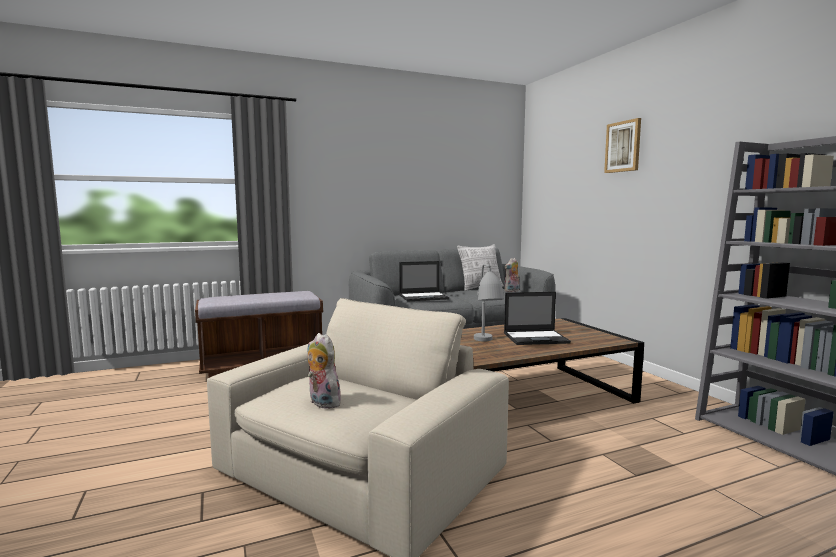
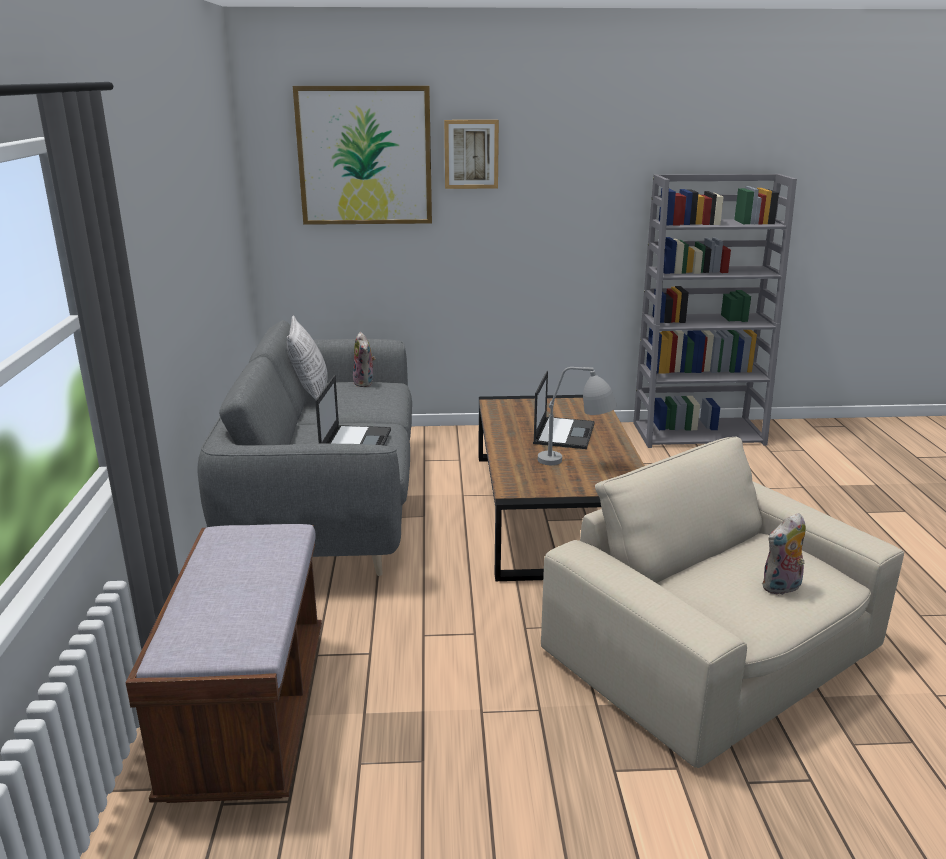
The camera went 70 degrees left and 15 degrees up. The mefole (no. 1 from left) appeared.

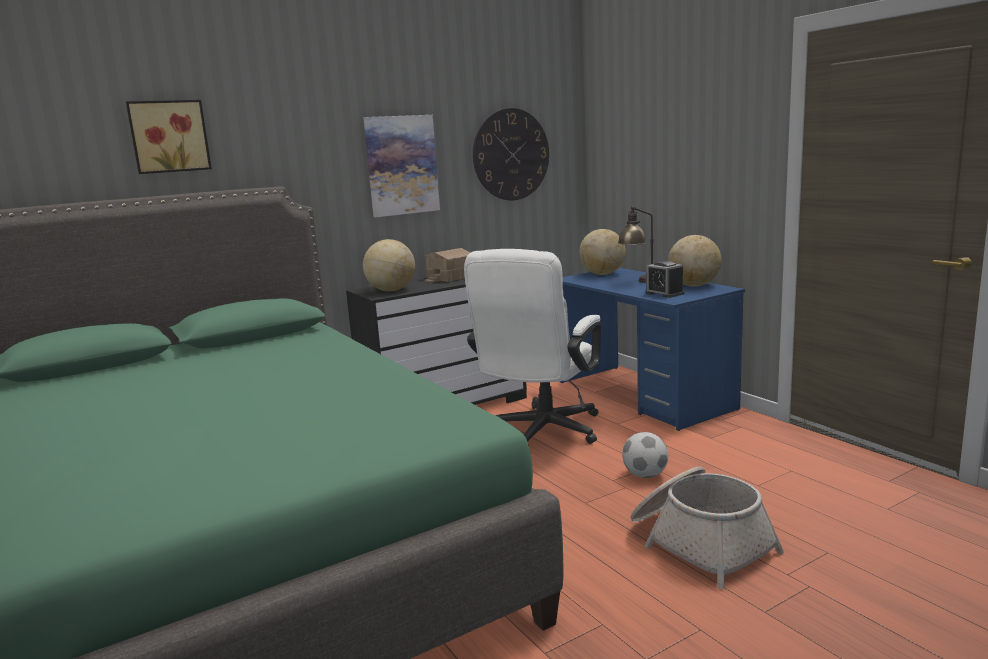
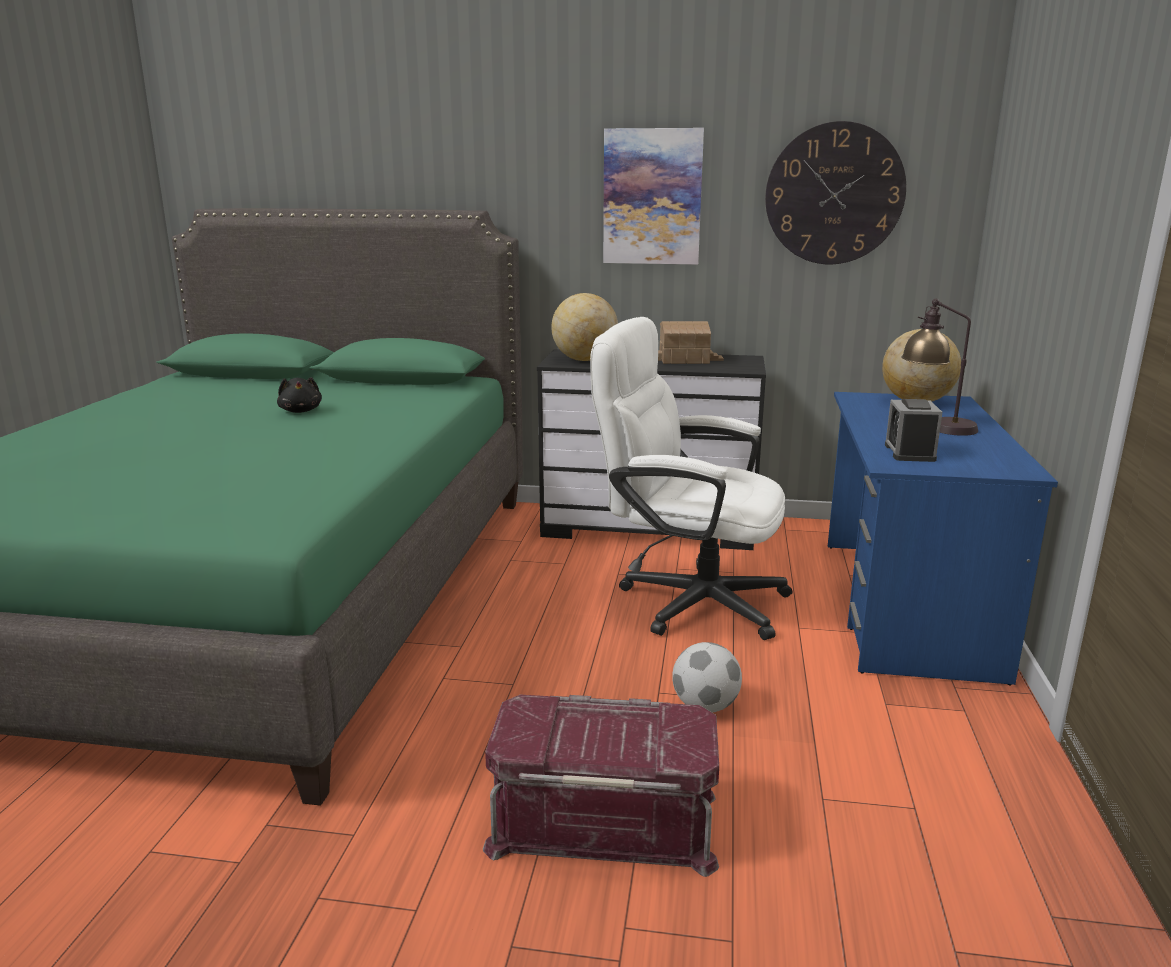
The camera went 40 degrees right and 5 degrees up. The mefole (no. 1 from left) disappeared. The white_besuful turned 45 degrees clockwise. The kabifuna was replaced by the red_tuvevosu. The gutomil (no. 3 from left) disappeared. The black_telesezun appeared.

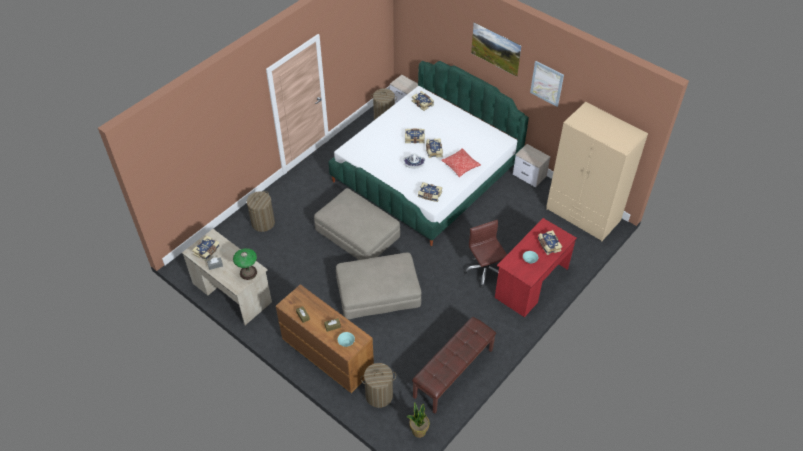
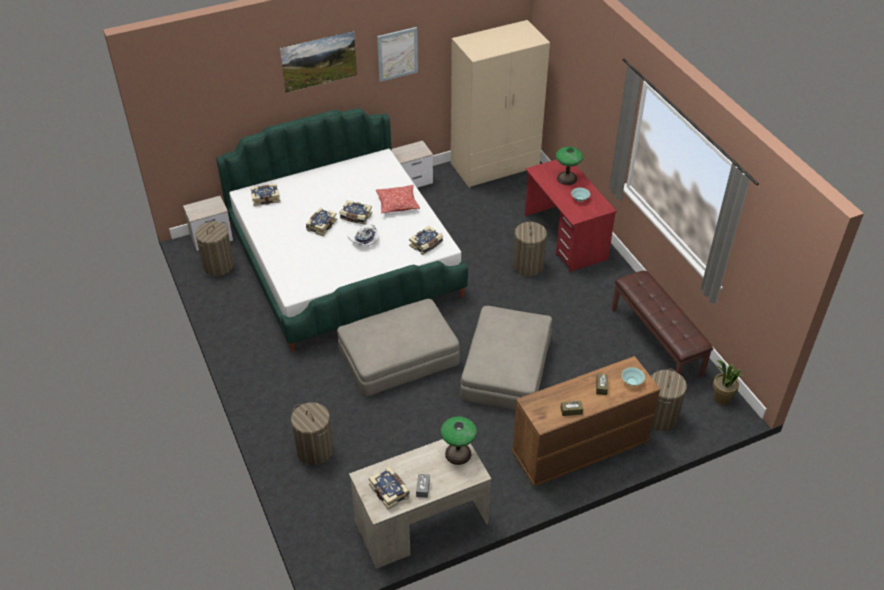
The camera went 65 degrees left and 5 degrees down. The brown_besuful was replaced by the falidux (no. 3 from left). The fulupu (no. 6 from left) was replaced by the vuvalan (no. 2 from left).

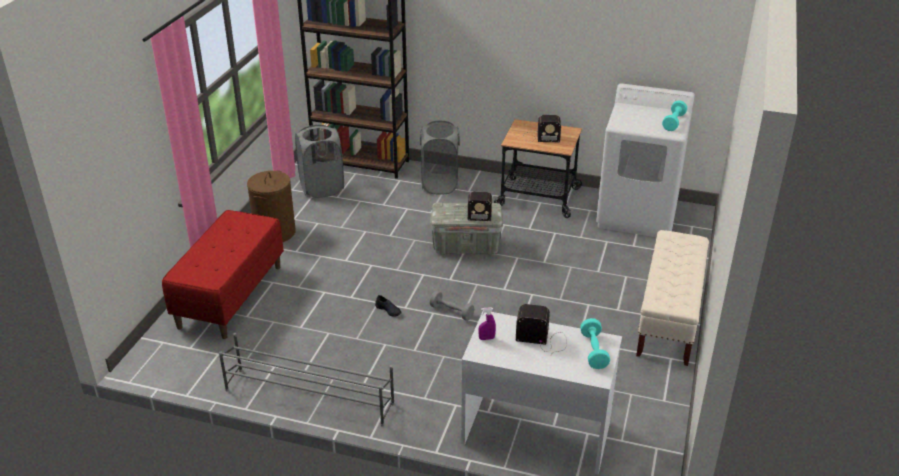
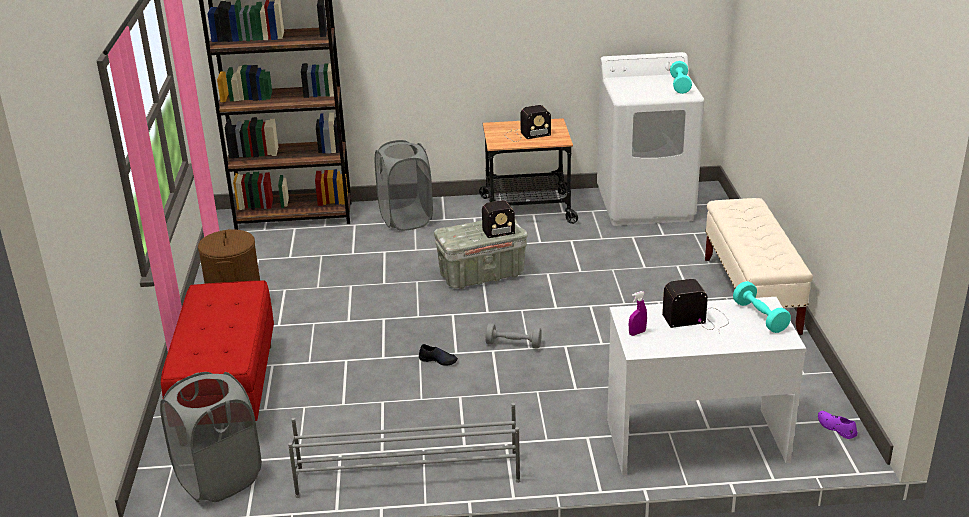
The camera went 20 degrees left and 5 degrees down. The grey_falidux (no. 1 from left) moved. The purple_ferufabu appeared.

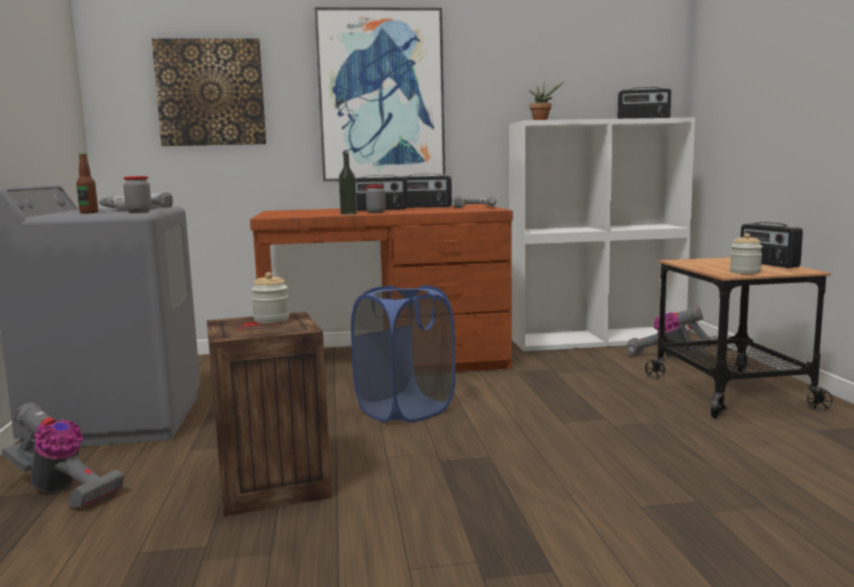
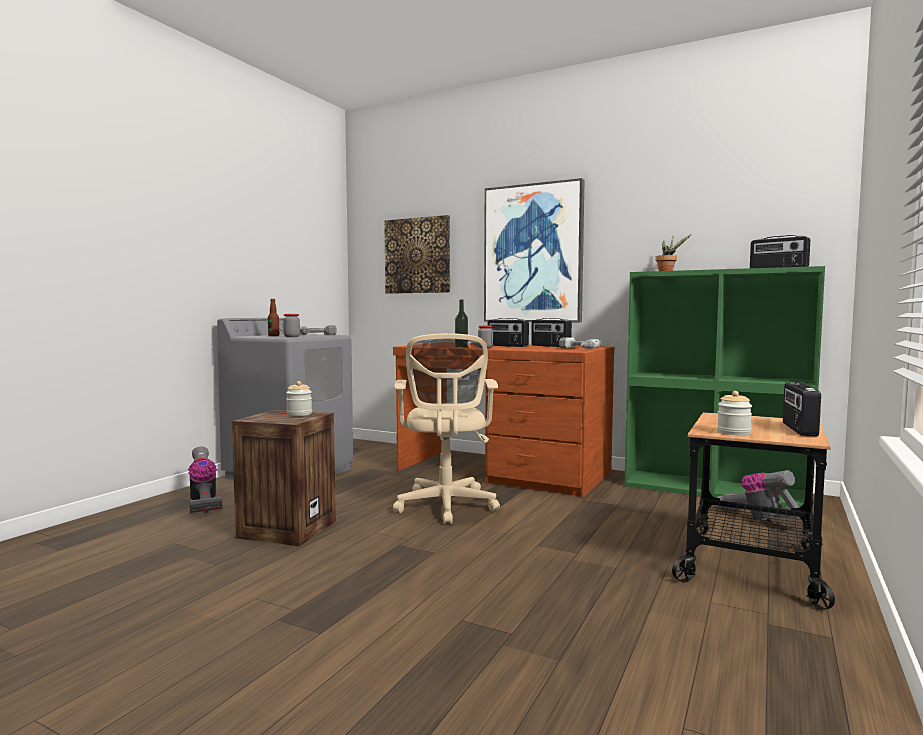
The camera went 35 degrees right and 5 degrees down. The blue_falidux was replaced by the beige_besuful. The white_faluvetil became the green_faluvetil.

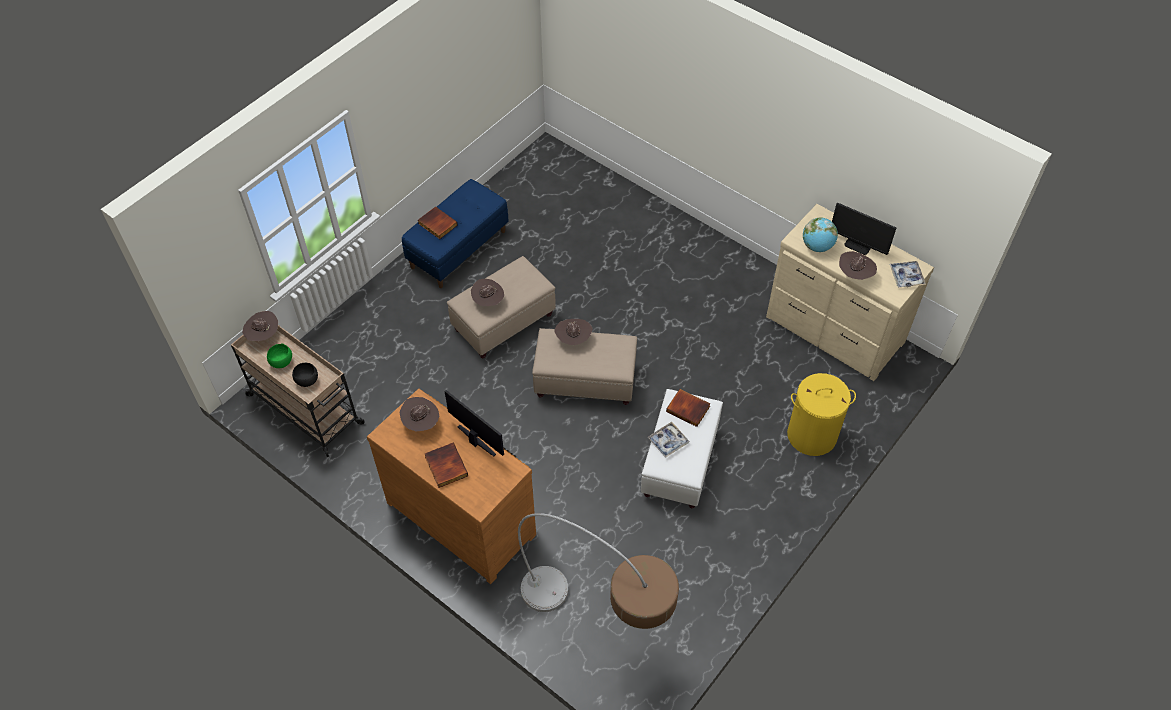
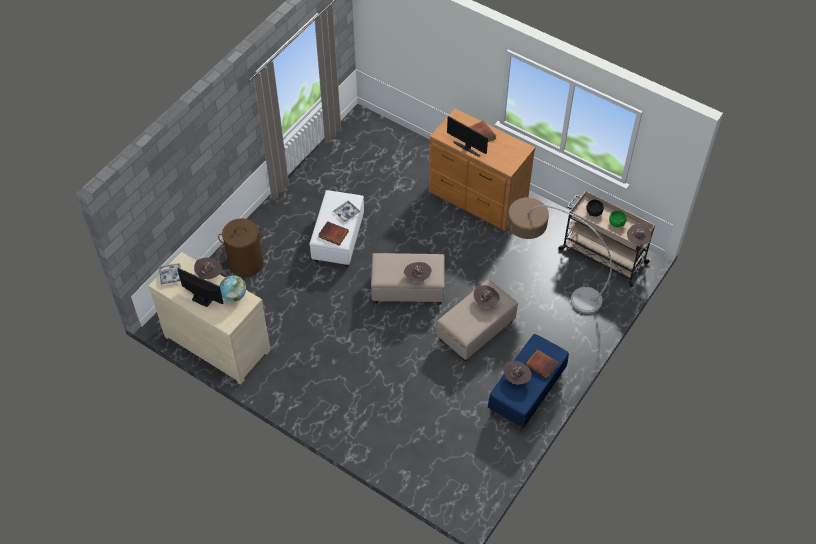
The camera went 175 degrees right and 0 degrees up. The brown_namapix (no. 2 from left in the first image) moved. The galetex moved. The yellow_falidux became the brown_falidux.

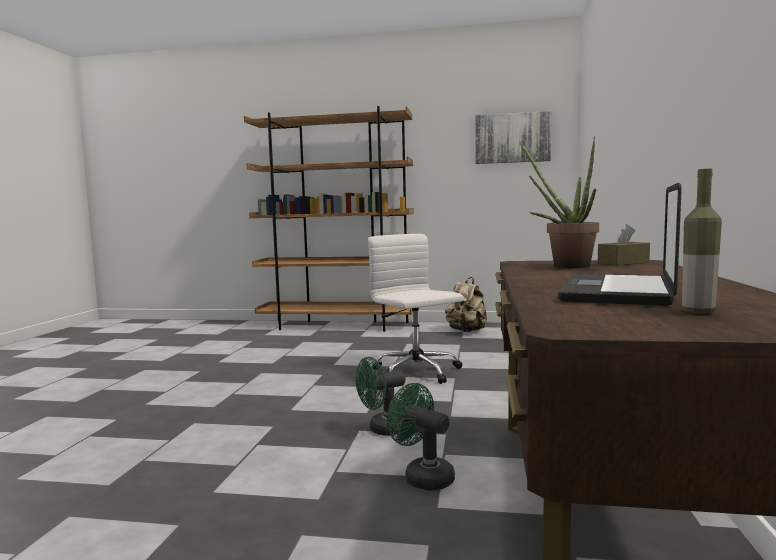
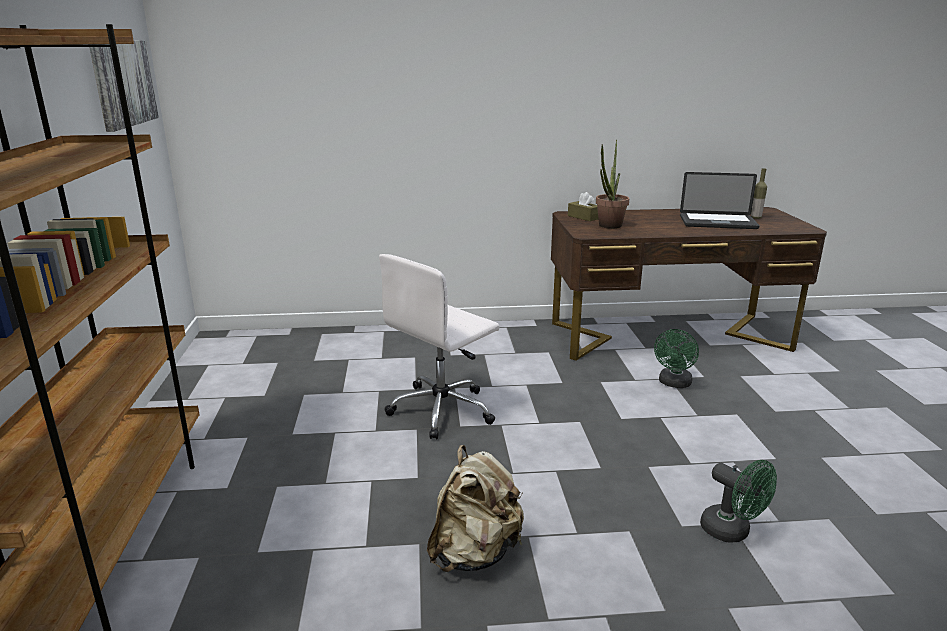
The camera went 105 degrees left and 15 degrees up. The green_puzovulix (no. 1 from left in the first image) moved. The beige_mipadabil moved.

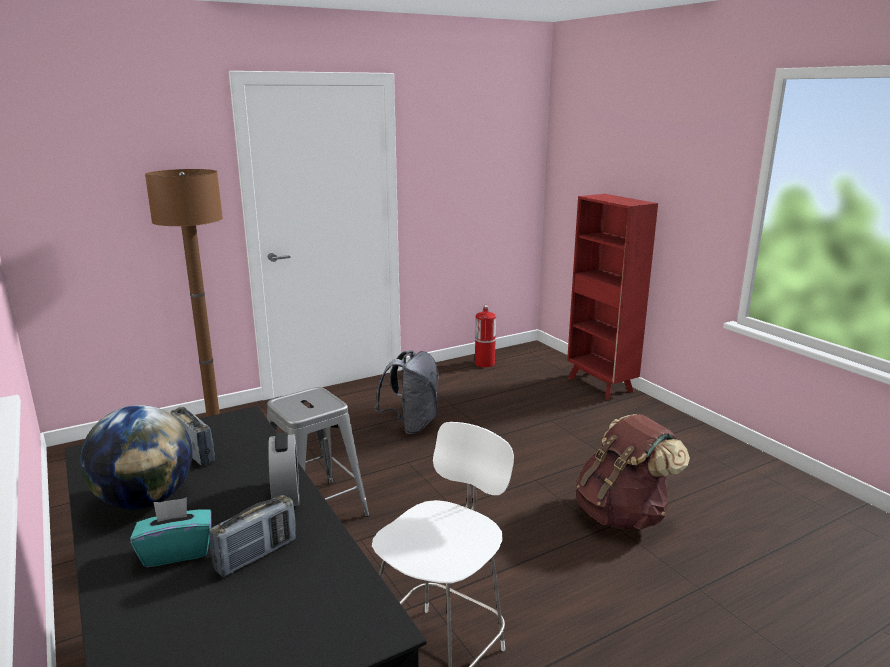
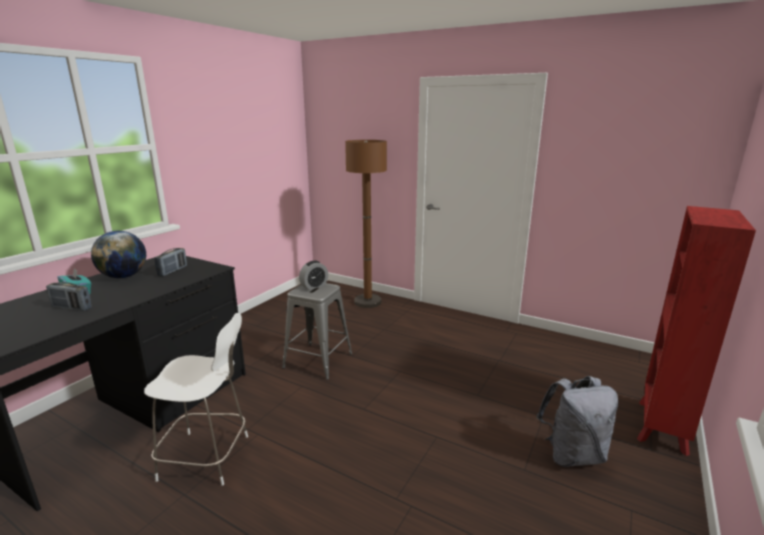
The camera went 60 degrees right and 0 degrees up. The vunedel moved. The grey_mipadabil moved. The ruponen disappeared. The brown_mipadabil disappeared.

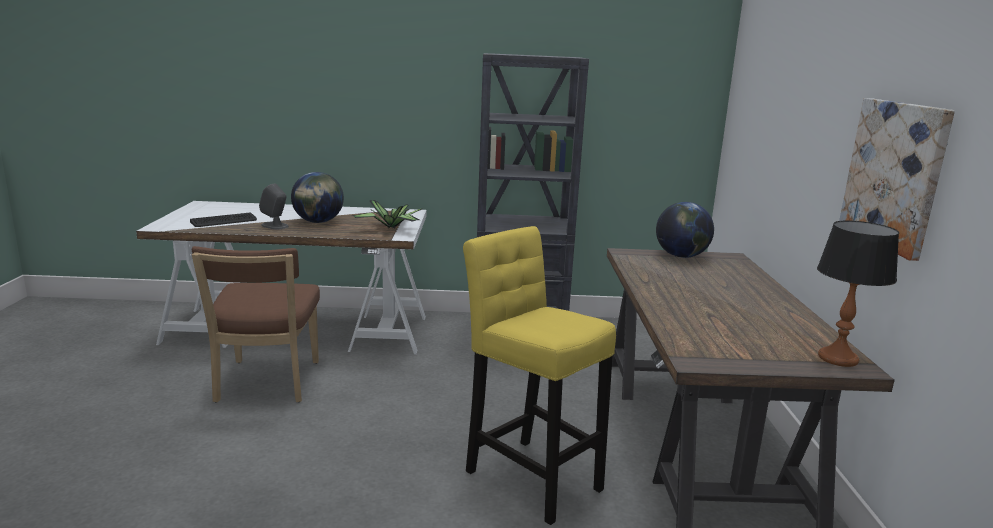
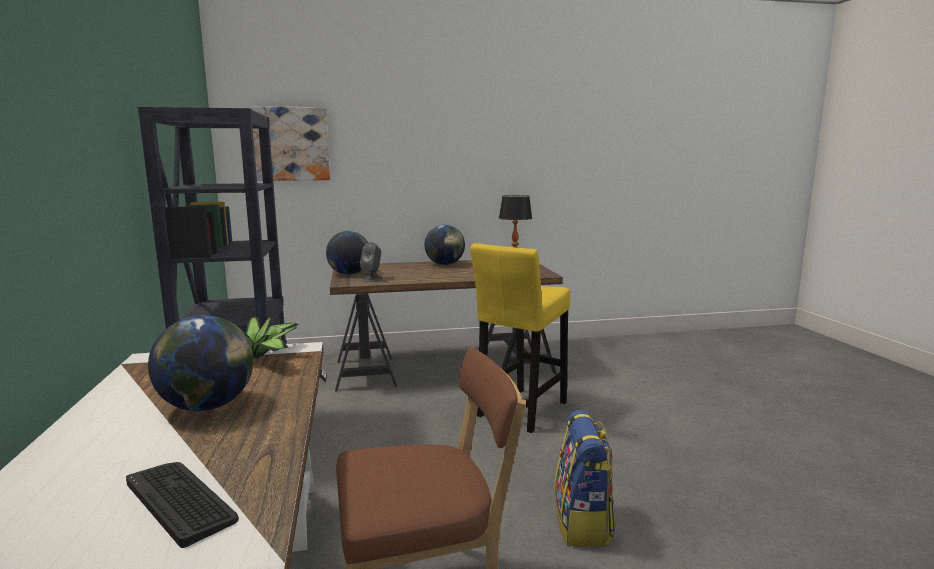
The camera went 100 degrees left and 5 degrees down. The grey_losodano moved. The mefole moved. The gutomil (no. 3 from left) appeared. The mipadabil appeared.

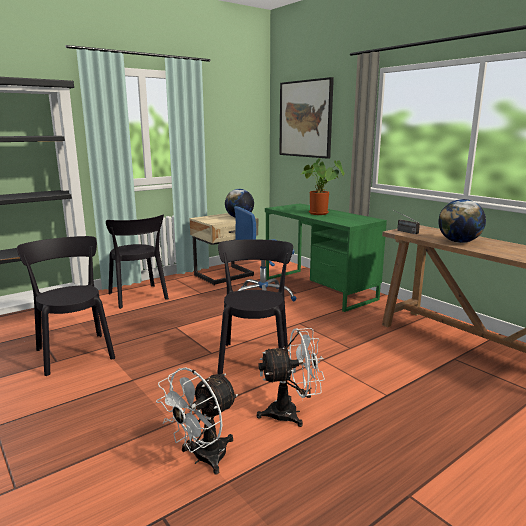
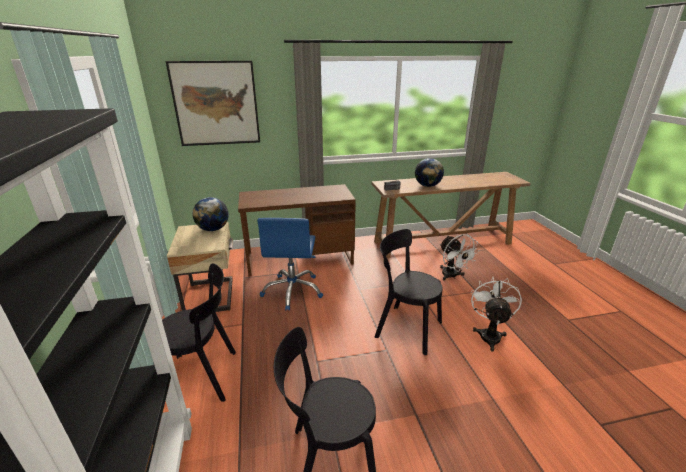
The camera went 65 degrees left and 10 degrees up. The white_puzovulix (no. 1 from left) moved. The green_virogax became the brown_virogax. The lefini disappeared.

